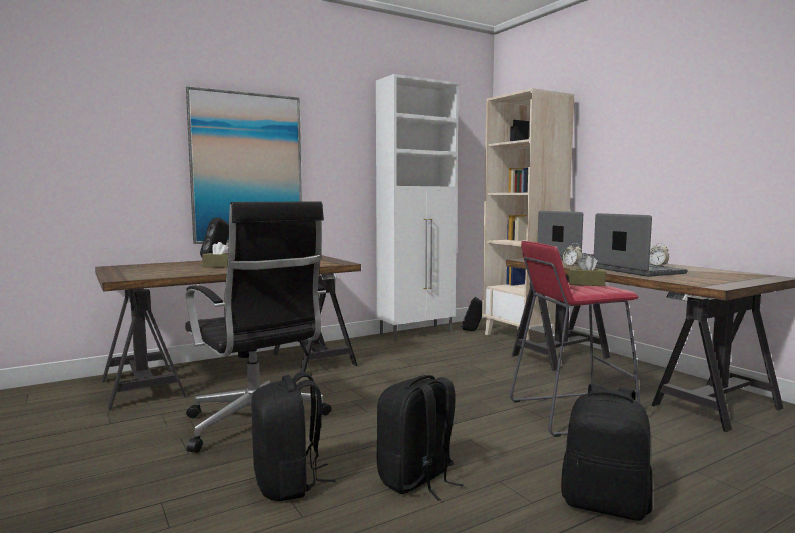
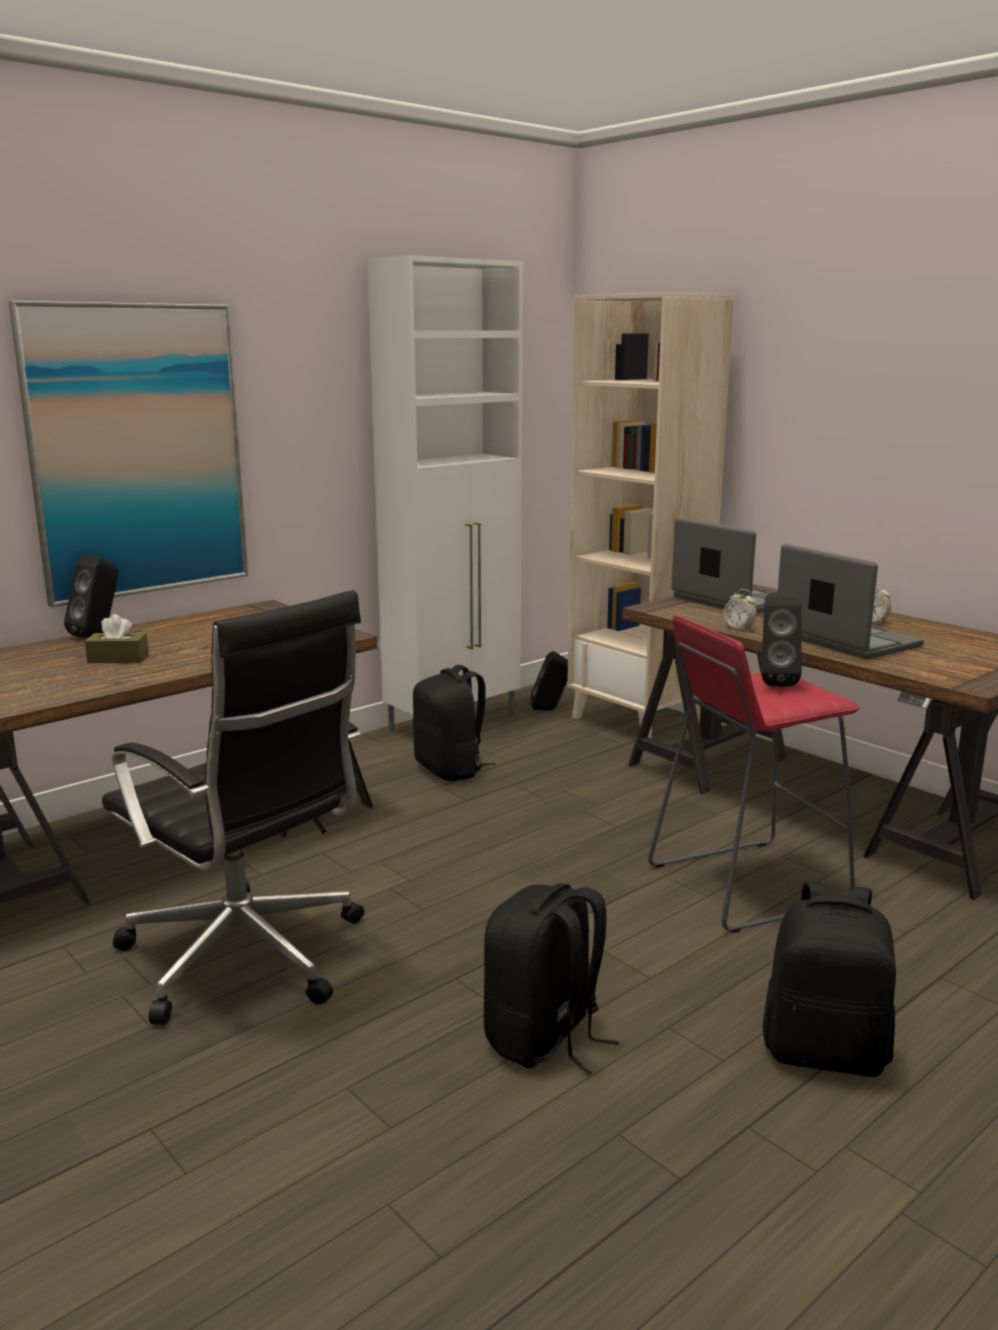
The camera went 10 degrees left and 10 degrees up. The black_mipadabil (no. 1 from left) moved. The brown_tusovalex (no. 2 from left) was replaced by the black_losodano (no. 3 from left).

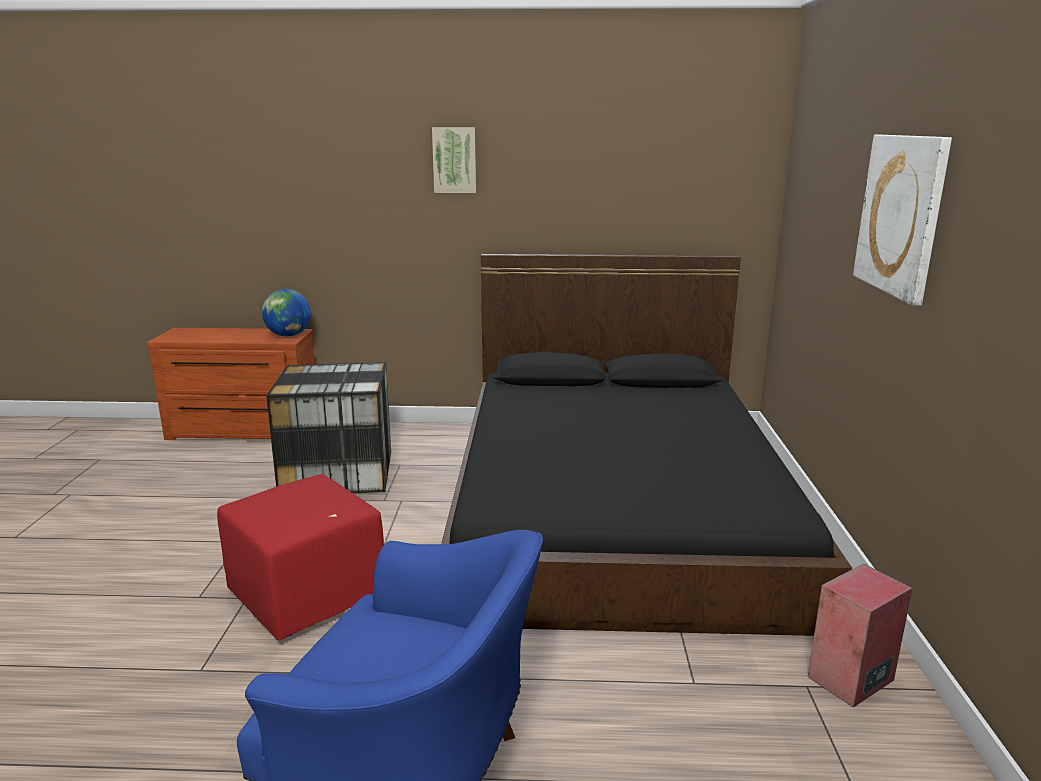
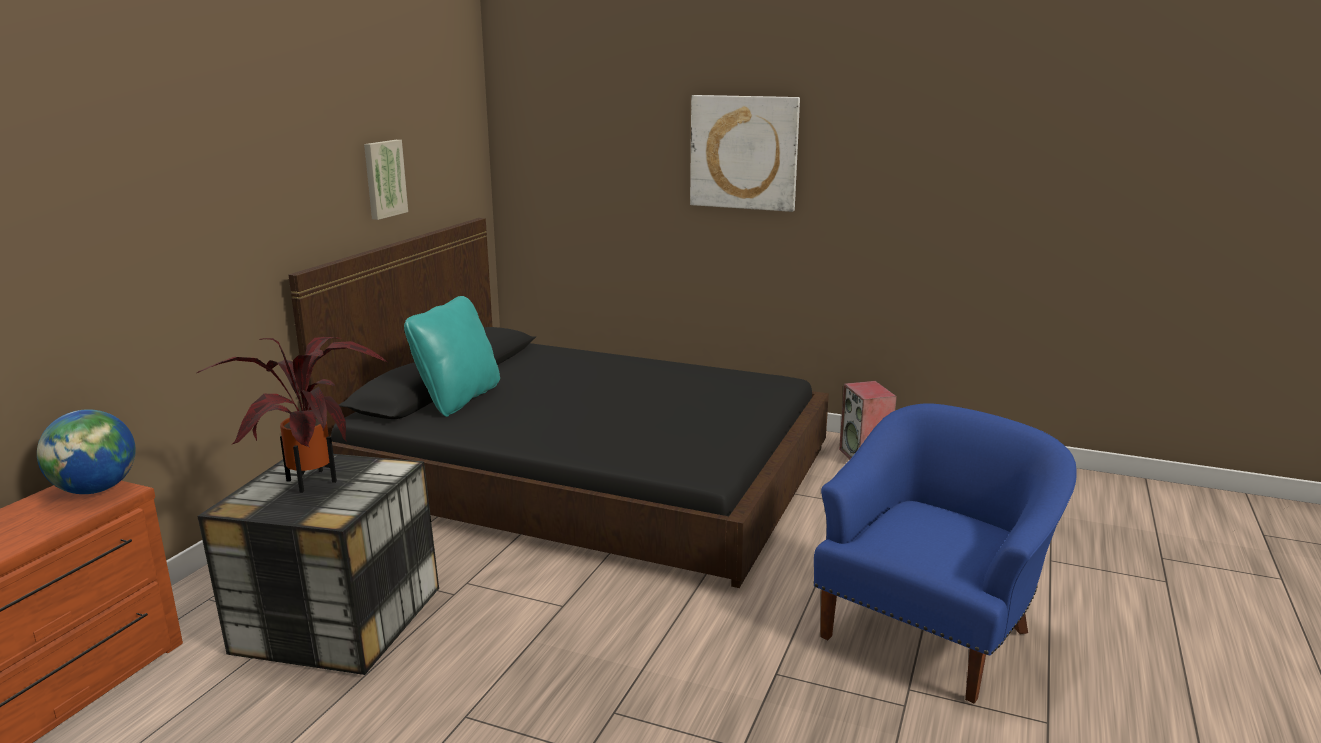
The camera went 70 degrees left and 0 degrees up. The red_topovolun disappeared. The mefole (no. 1 from left) moved. The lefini appeared. The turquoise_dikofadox appeared.

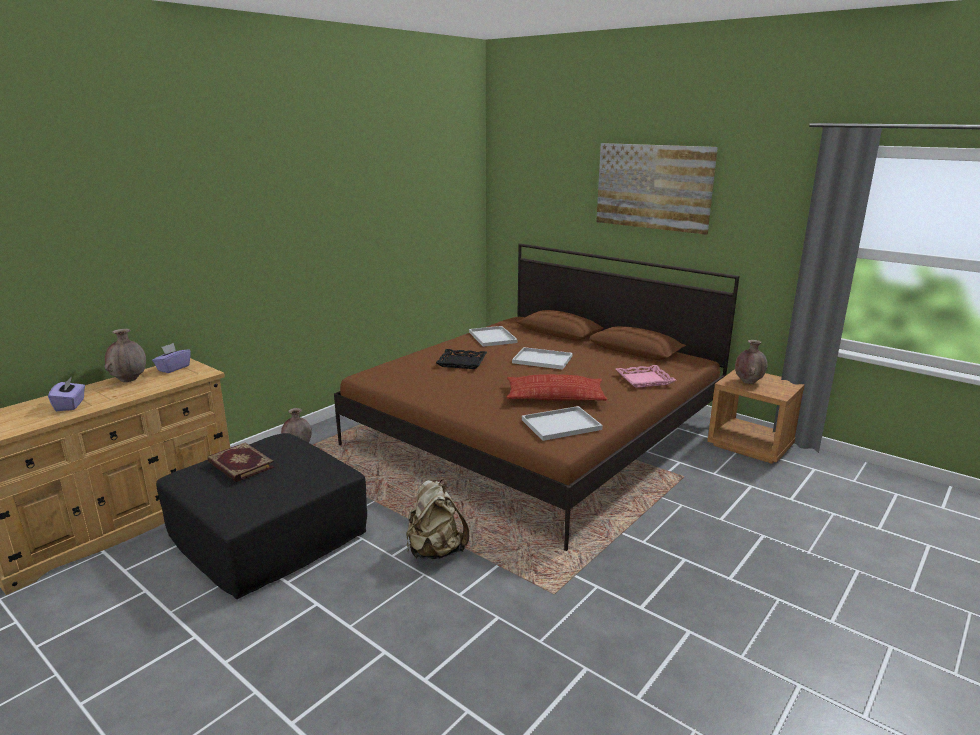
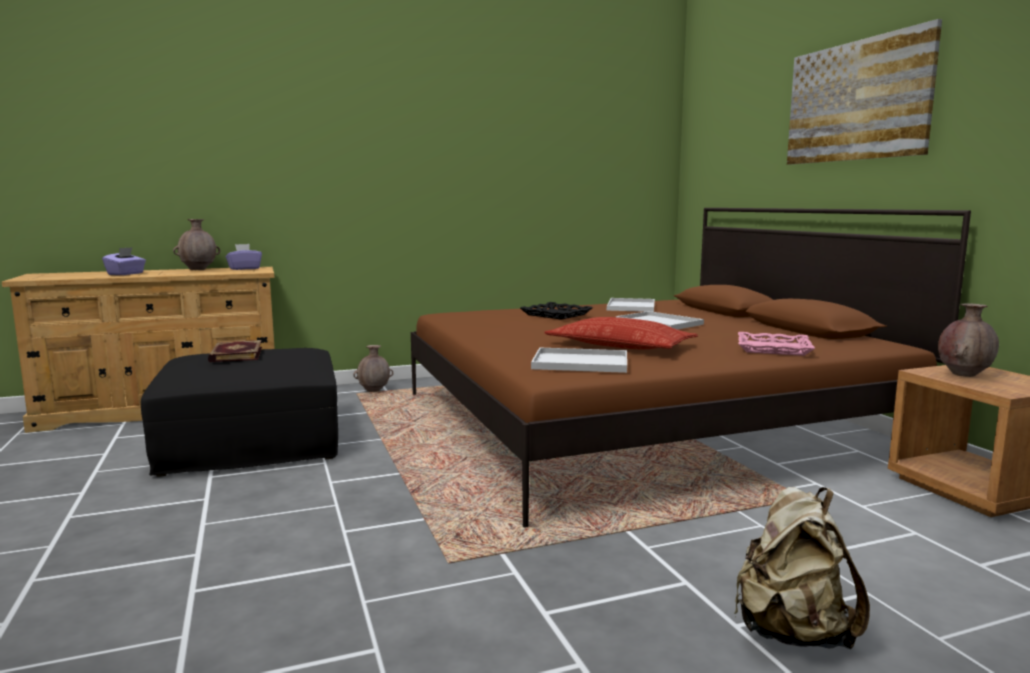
The camera went 30 degrees right and 10 degrees down. The beige_mipadabil moved.

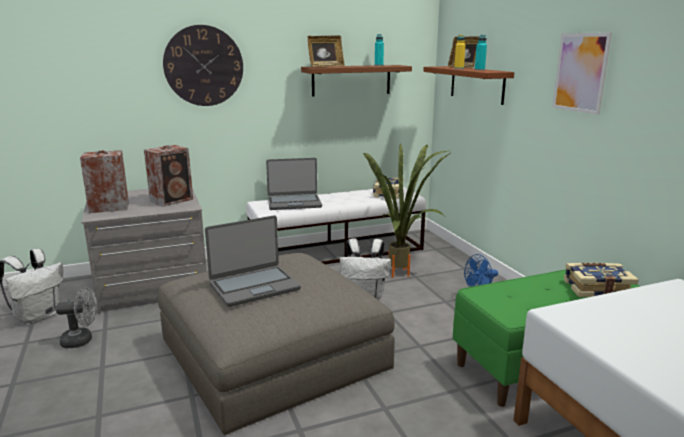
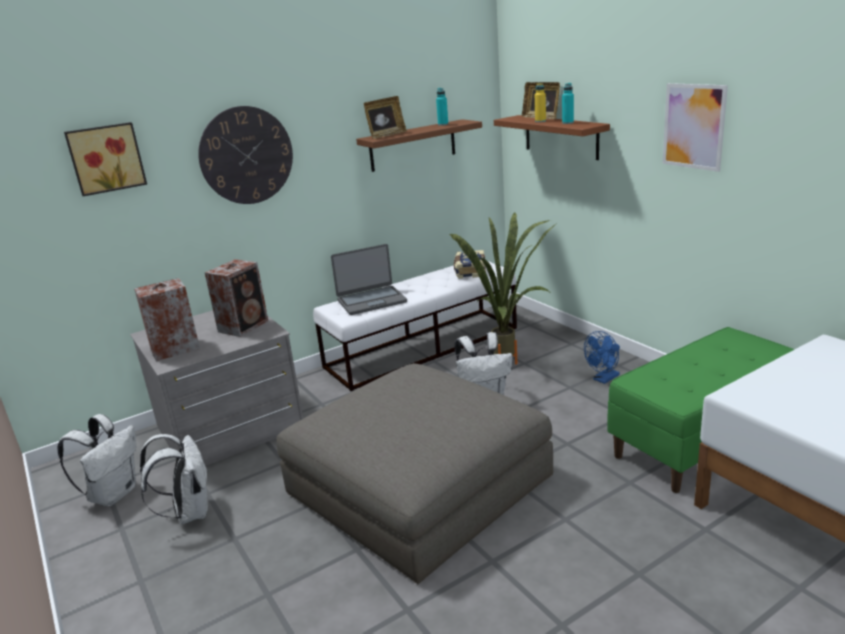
The camera went 10 degrees left and 5 degrees up. The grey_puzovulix was replaced by the white_mipadabil (no. 2 from left). The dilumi (no. 1 from left) disappeared. The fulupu (no. 2 from left) disappeared. The mefole (no. 1 from left) appeared.

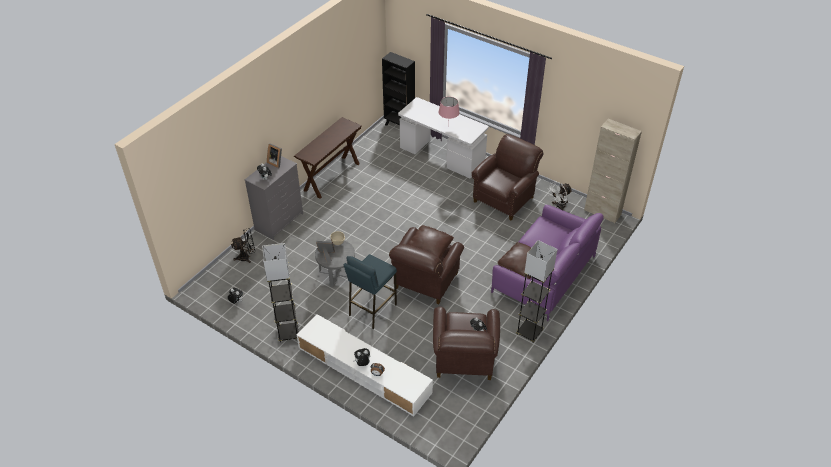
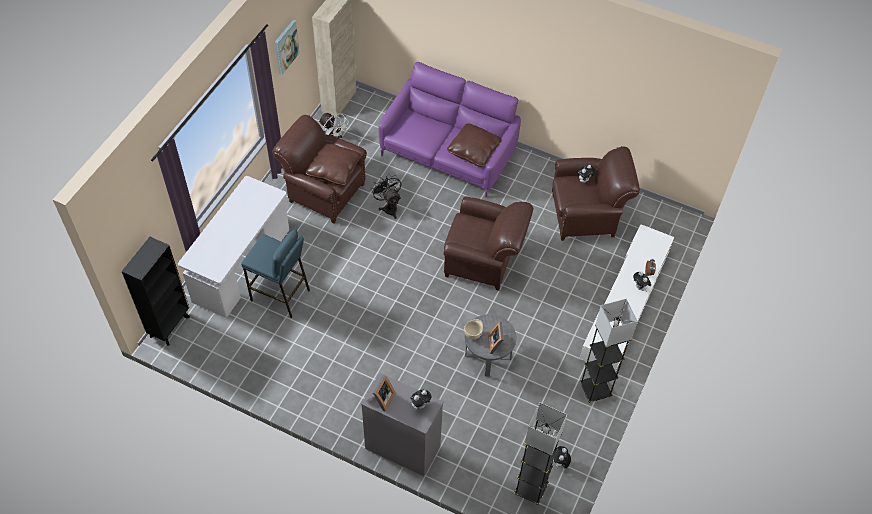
The camera went 100 degrees left and 10 degrees up. The black_puzovulix moved. The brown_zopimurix disappeared. The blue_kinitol moved. The brown_dikofadox (no. 1 from left) moved. The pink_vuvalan disappeared. The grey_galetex (no. 2 from left in the first image) moved. The mefole appeared.

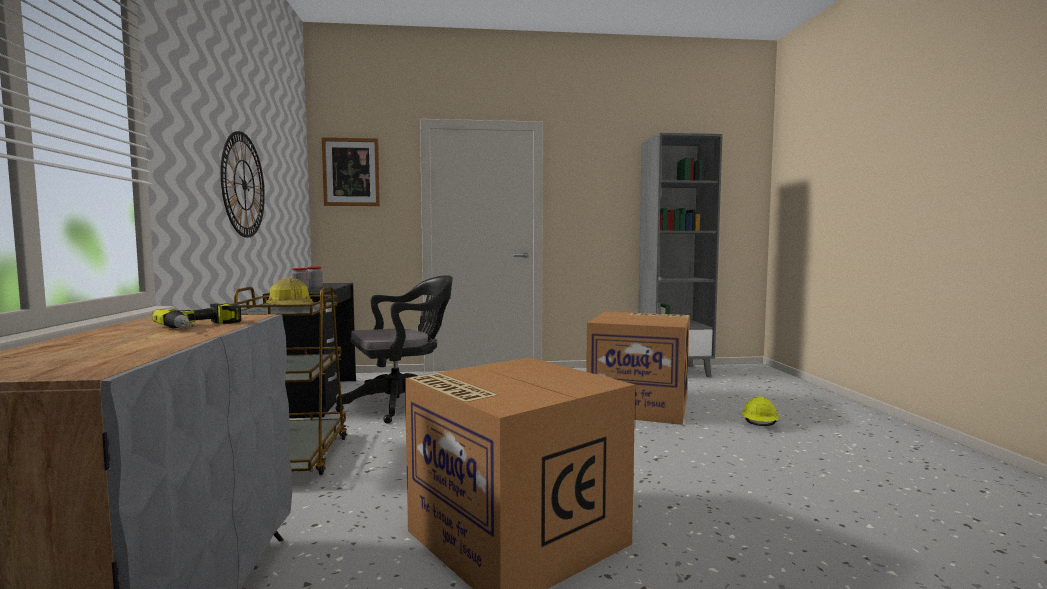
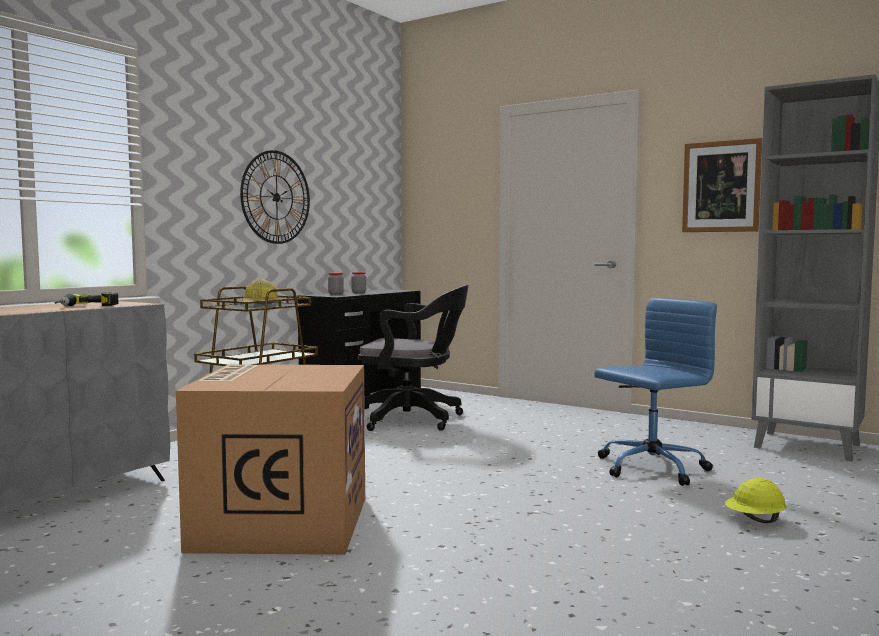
The camera went 40 degrees right and 0 degrees up. The mefole moved. The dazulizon (no. 2 from left) was replaced by the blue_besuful.

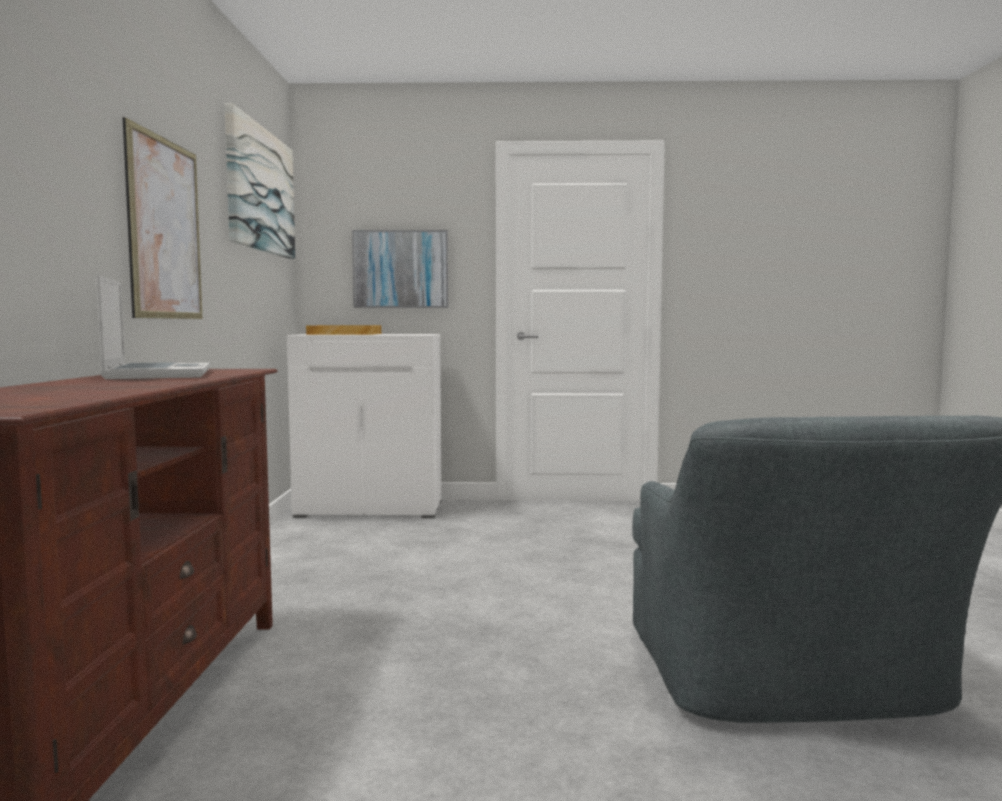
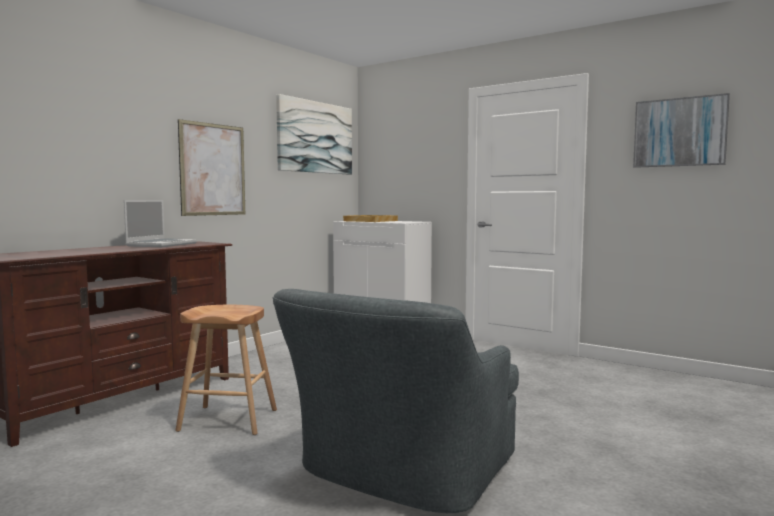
The camera went 35 degrees right and 0 degrees up. The mefole (no. 3 from left) moved. The brown_kinitol appeared.

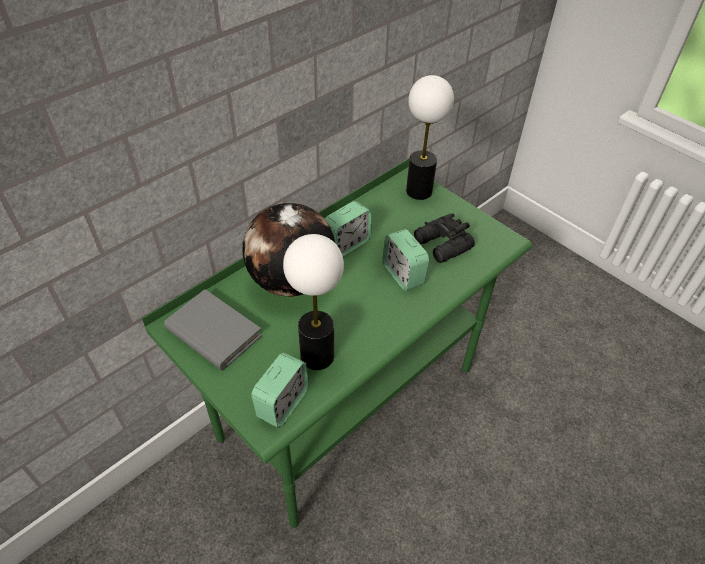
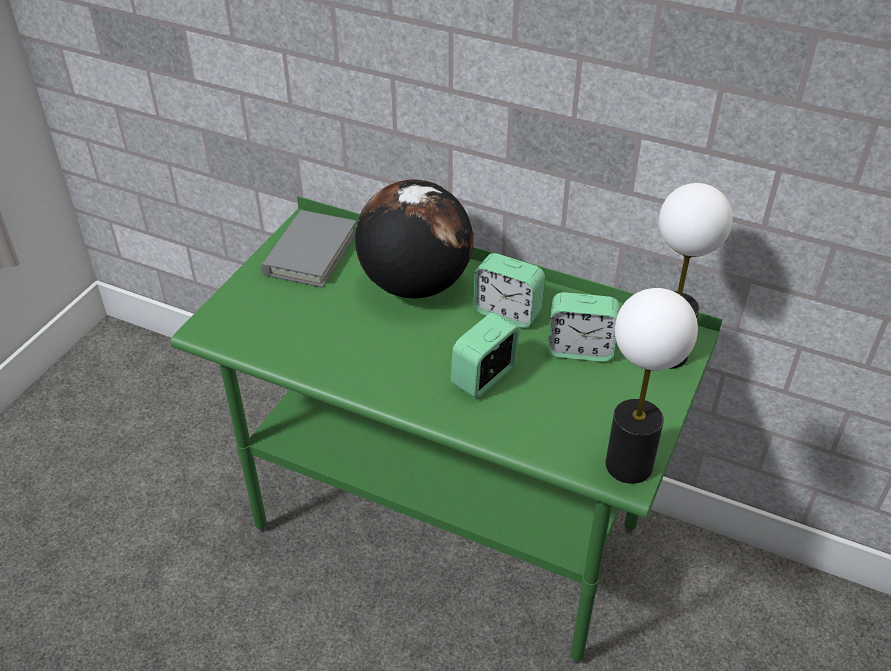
The camera went 70 degrees right and 5 degrees down. The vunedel (no. 1 from left in the first image) moved. The vuvalan (no. 1 from left) moved. The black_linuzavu disappeared.

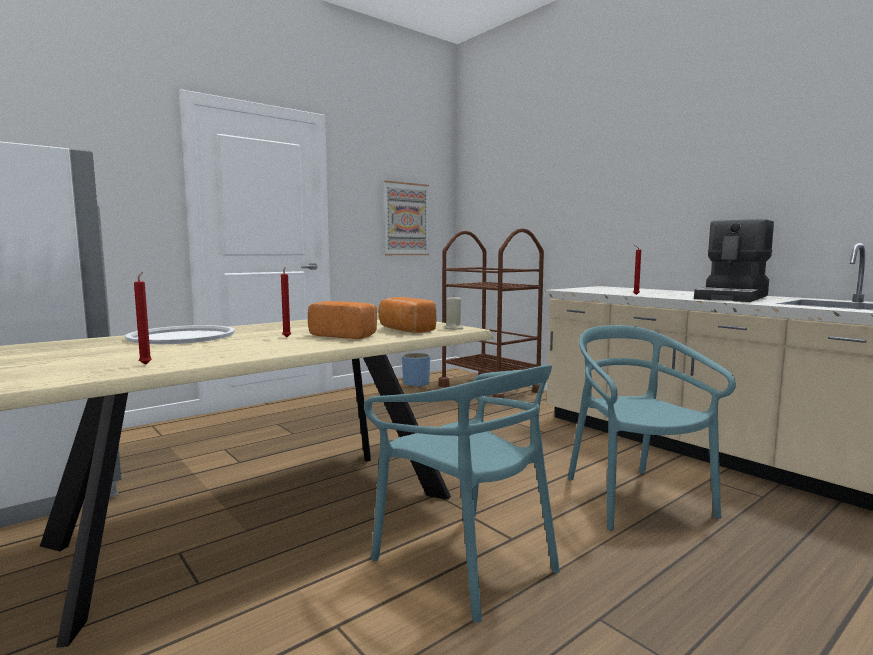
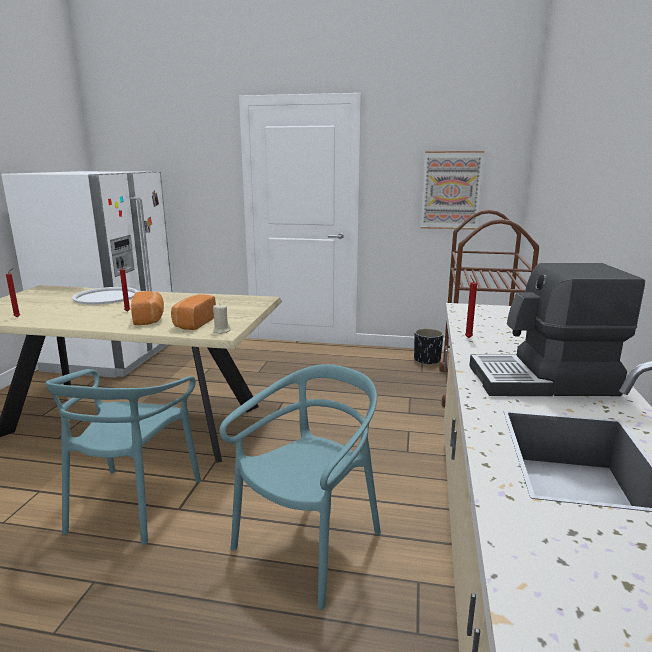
The camera went 50 degrees right and 10 degrees up. The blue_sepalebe became the black_sepalebe.

